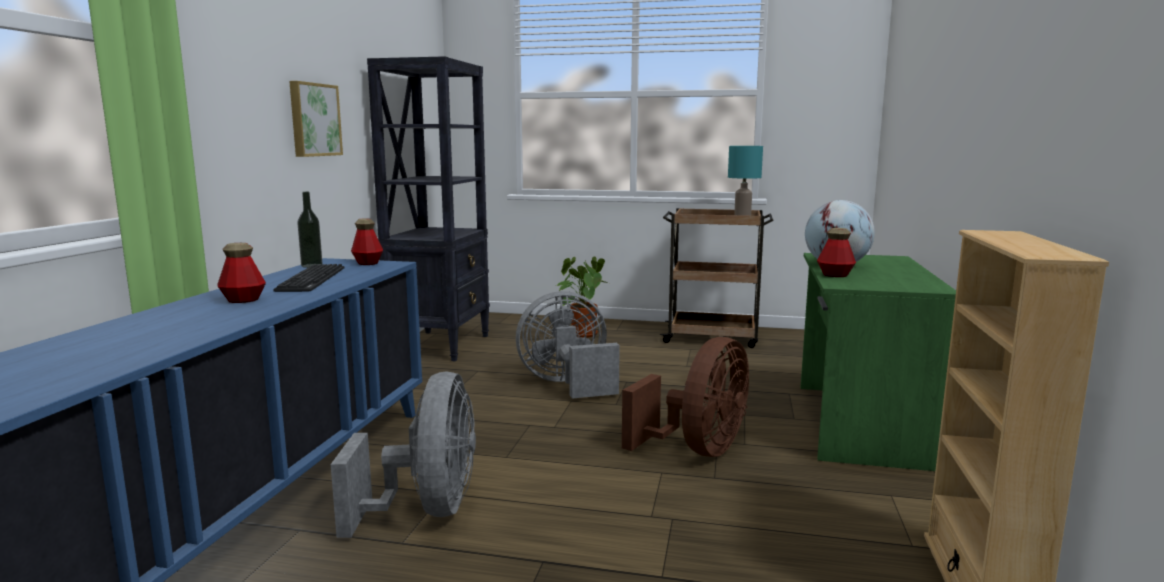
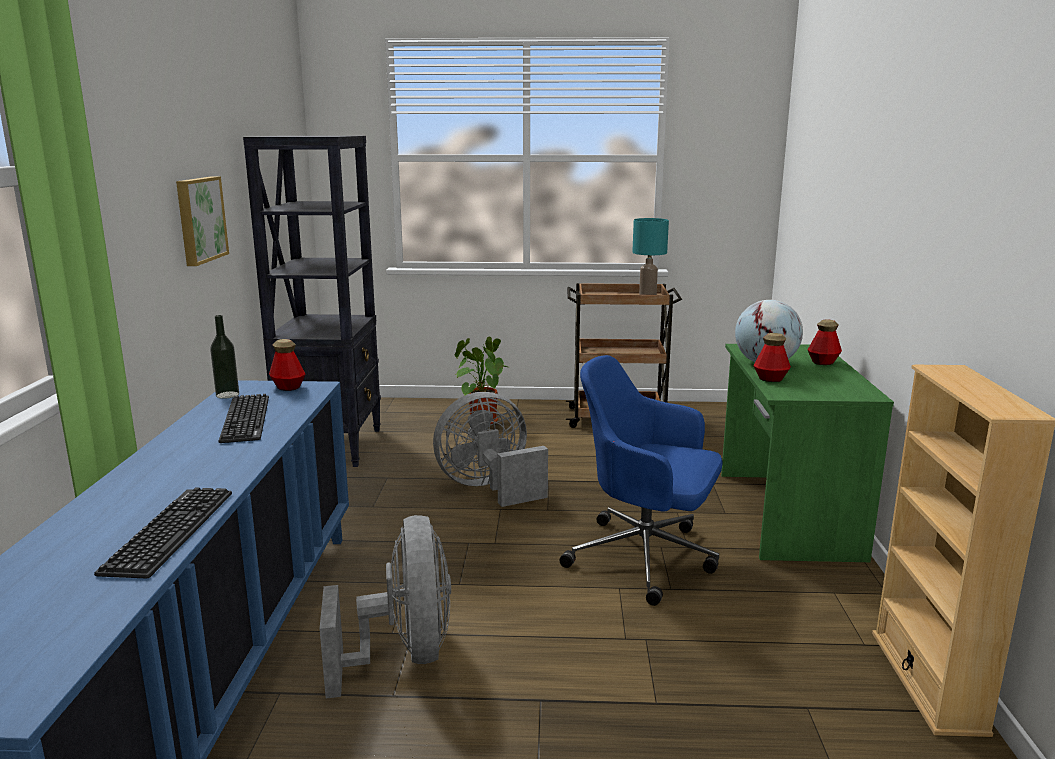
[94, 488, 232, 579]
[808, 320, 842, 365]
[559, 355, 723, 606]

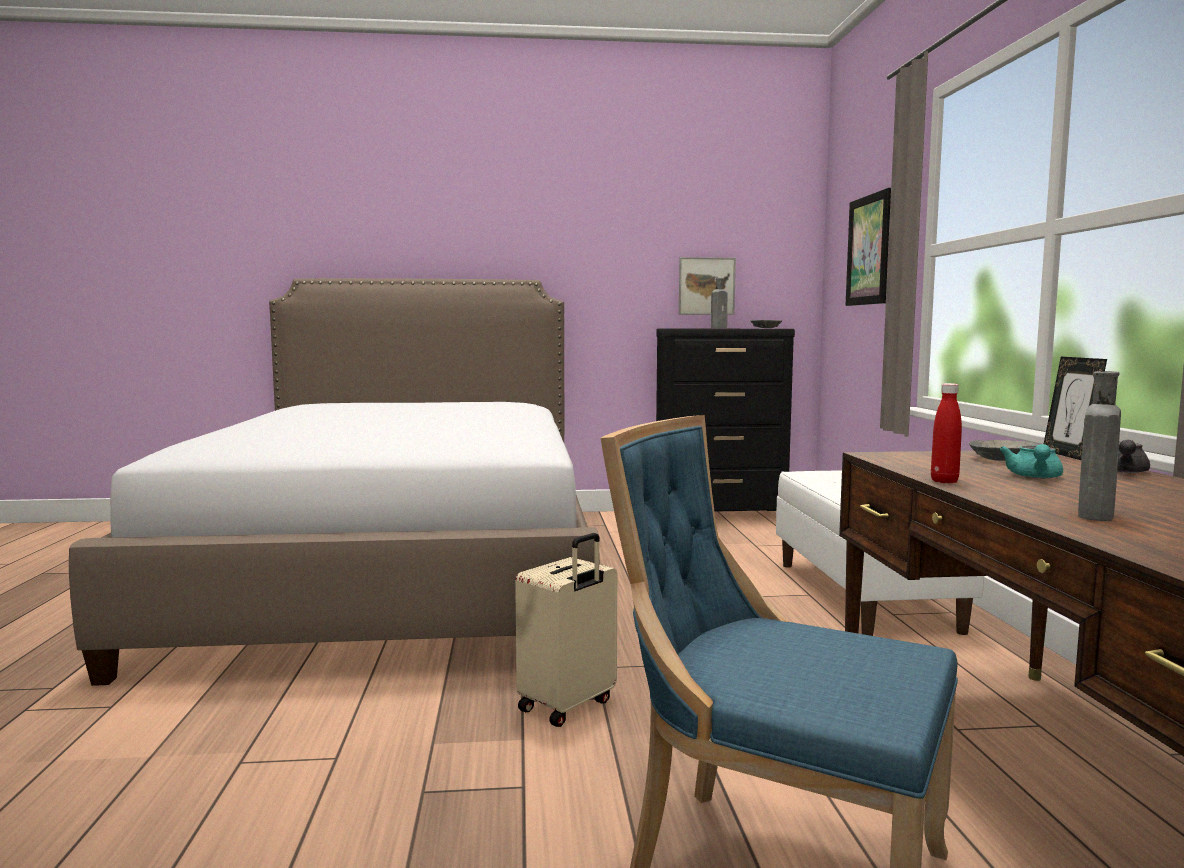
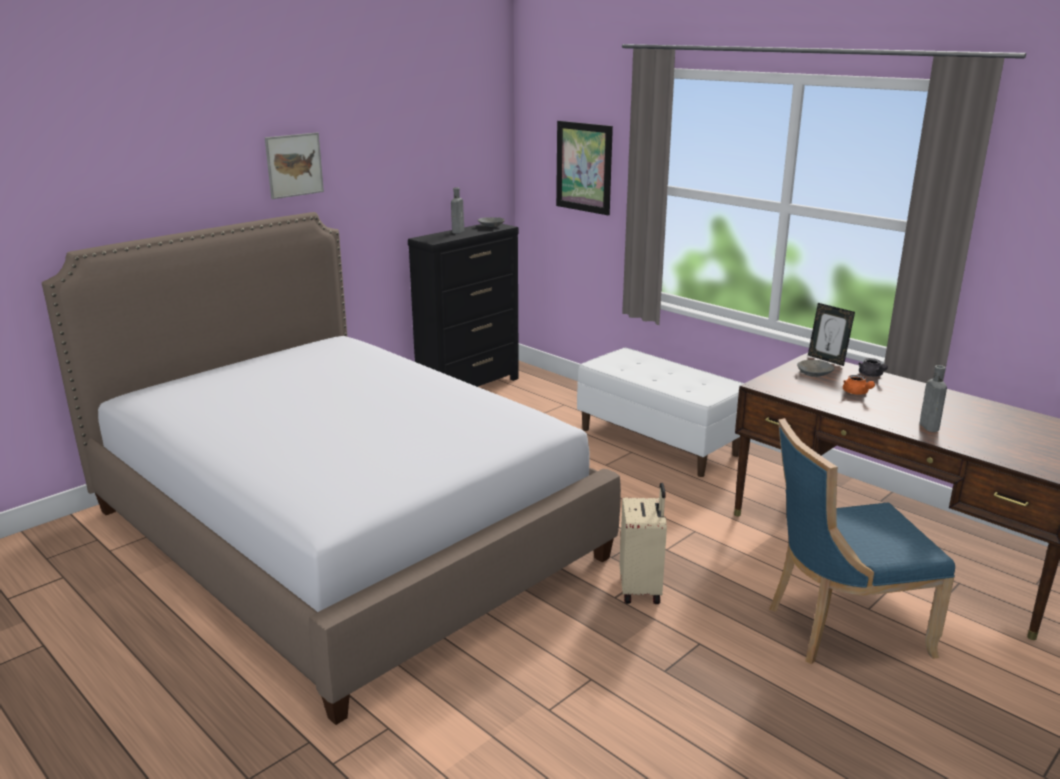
[931, 383, 962, 483] (first image)
[265, 132, 324, 199]
[843, 375, 875, 395]

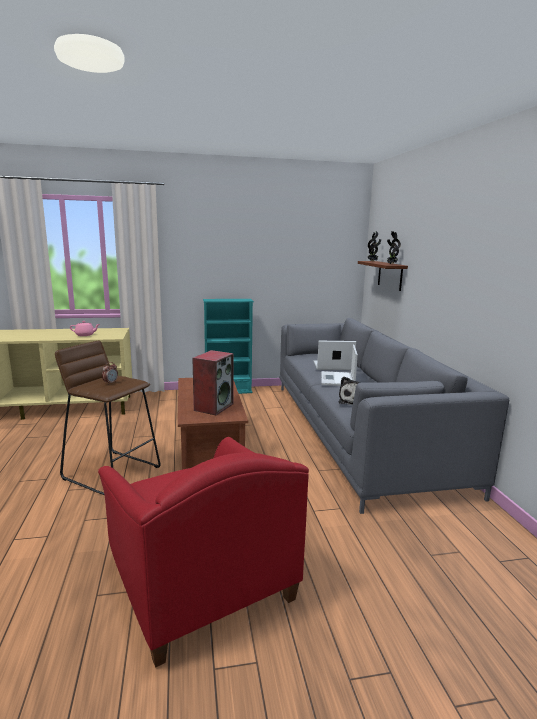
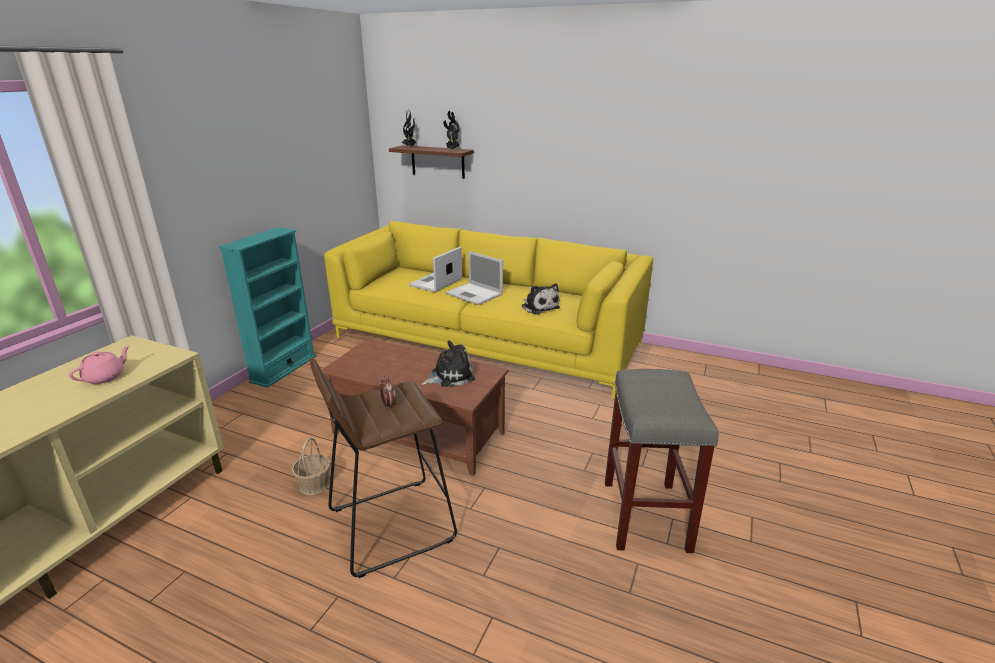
[292, 437, 331, 495]
[605, 369, 719, 553]
[421, 341, 475, 387]
[324, 221, 653, 399]

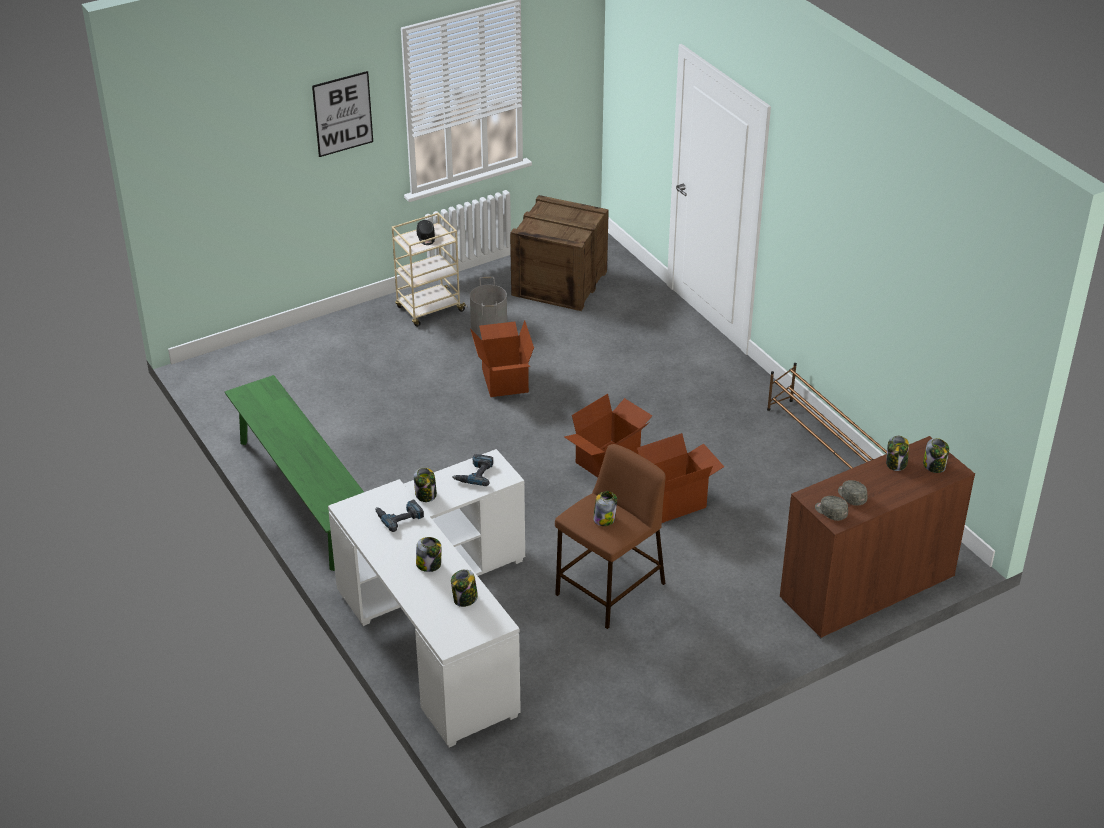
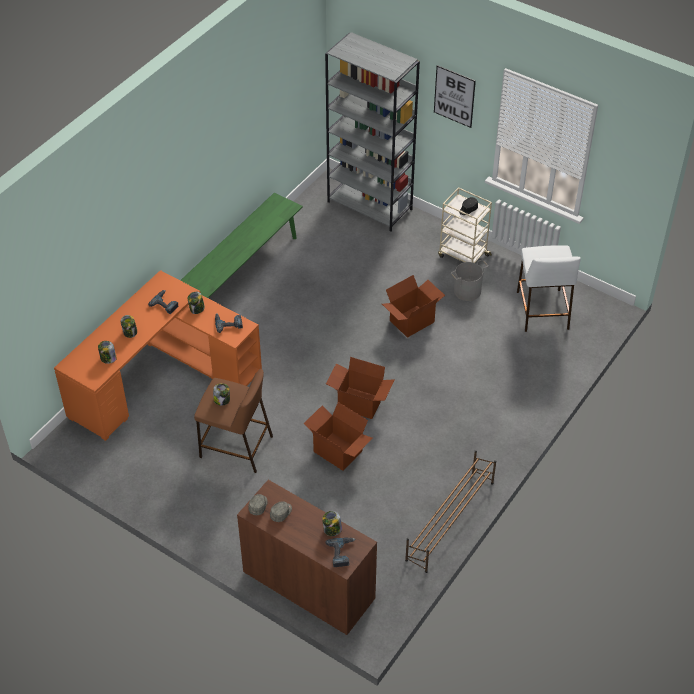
[325, 32, 420, 232]
[517, 245, 581, 332]
[325, 537, 356, 567]
[54, 270, 262, 441]

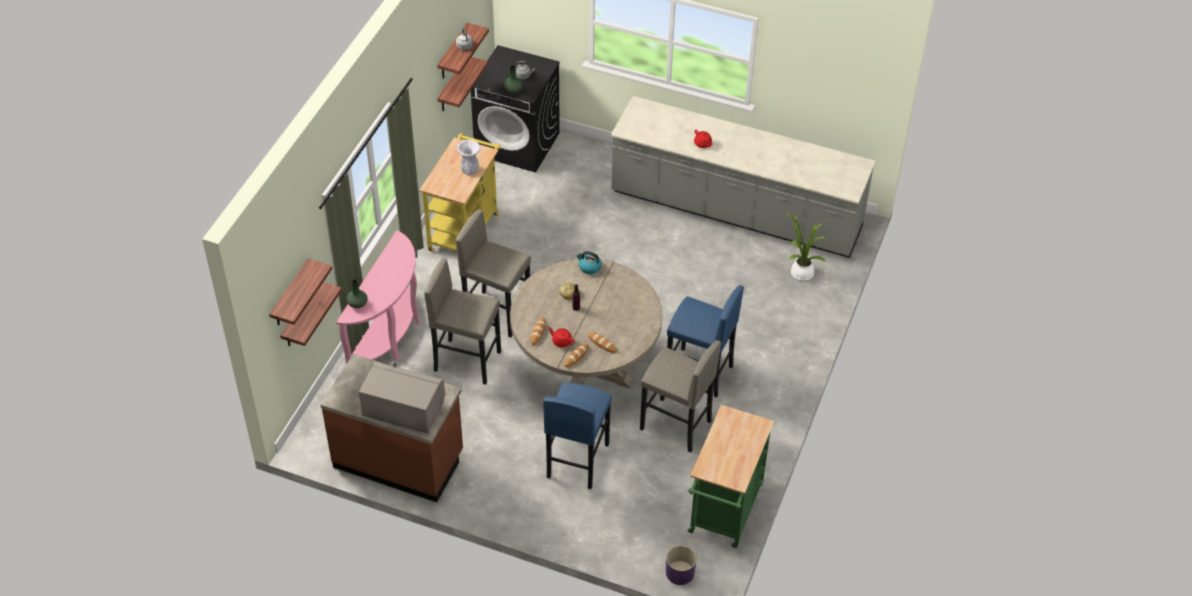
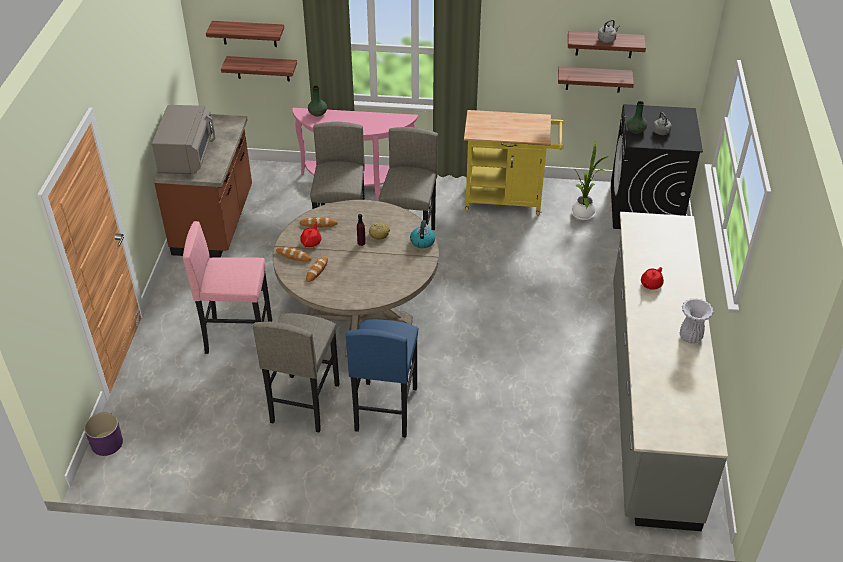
[688, 405, 774, 548] (first image)
[680, 298, 714, 344]
[571, 141, 607, 220]
[183, 221, 272, 354]

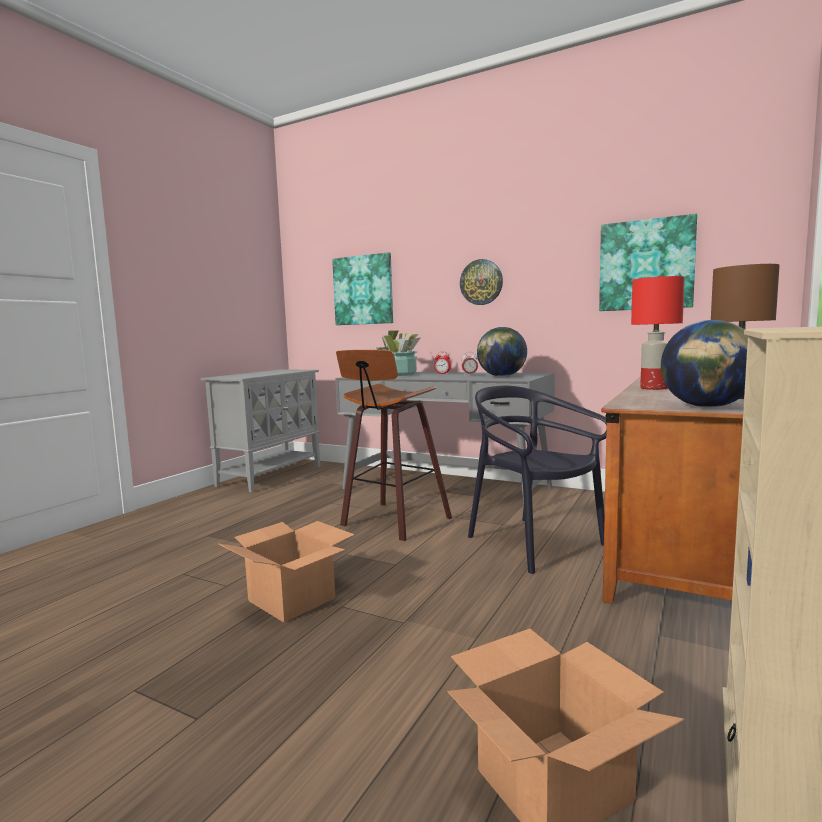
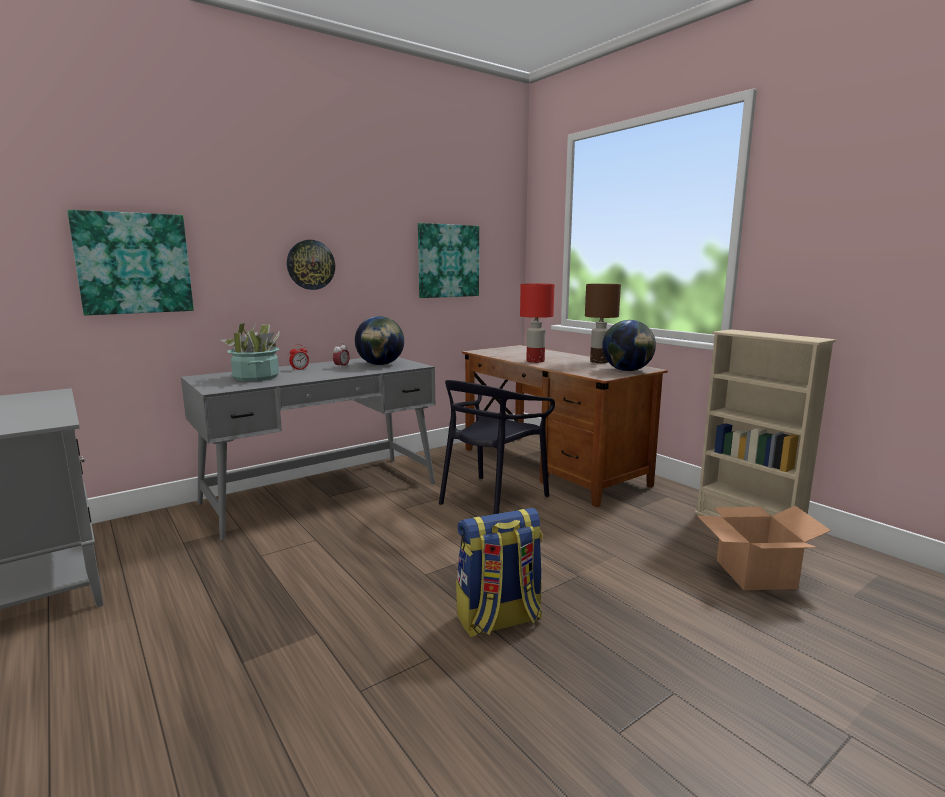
[336, 350, 452, 541] (first image)
[456, 508, 543, 637]
[439, 380, 555, 514]

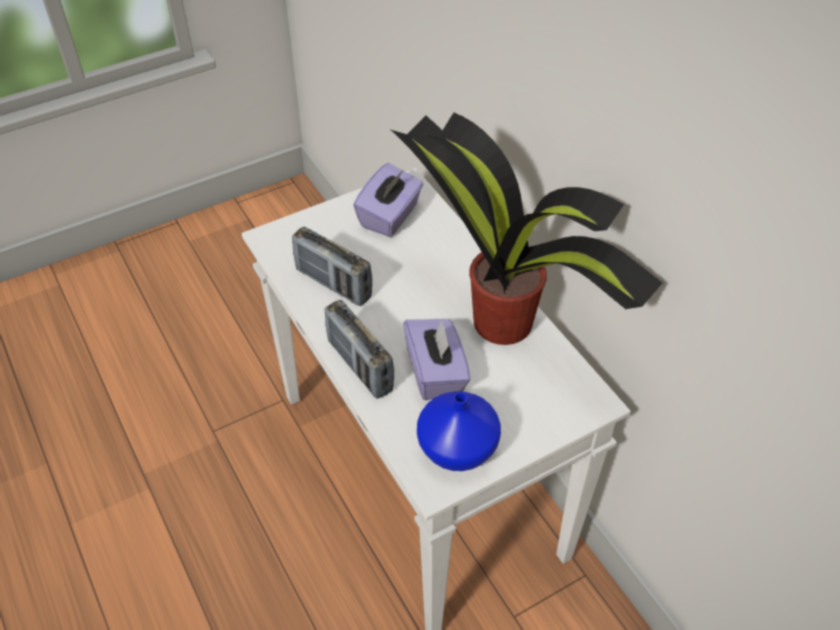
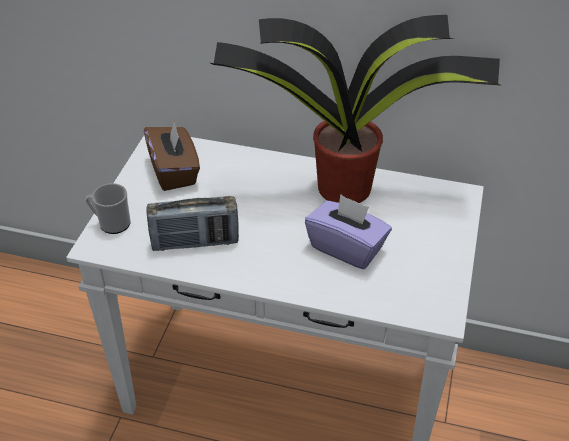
[325, 300, 394, 399] (first image)
[417, 391, 501, 471] (first image)
[85, 183, 131, 234]
[144, 120, 200, 191]

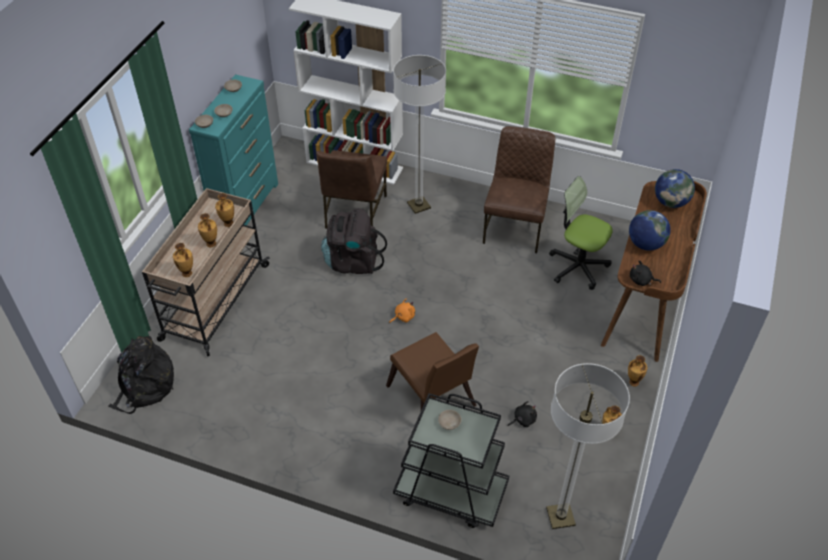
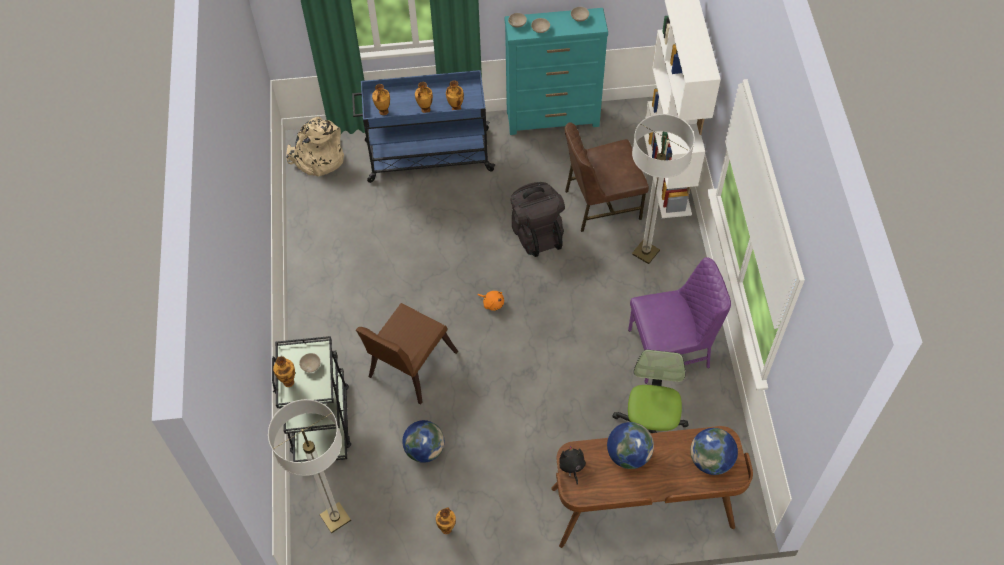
[273, 356, 295, 387]
[402, 420, 444, 463]
[286, 117, 344, 176]
[352, 70, 495, 183]
[628, 257, 731, 384]

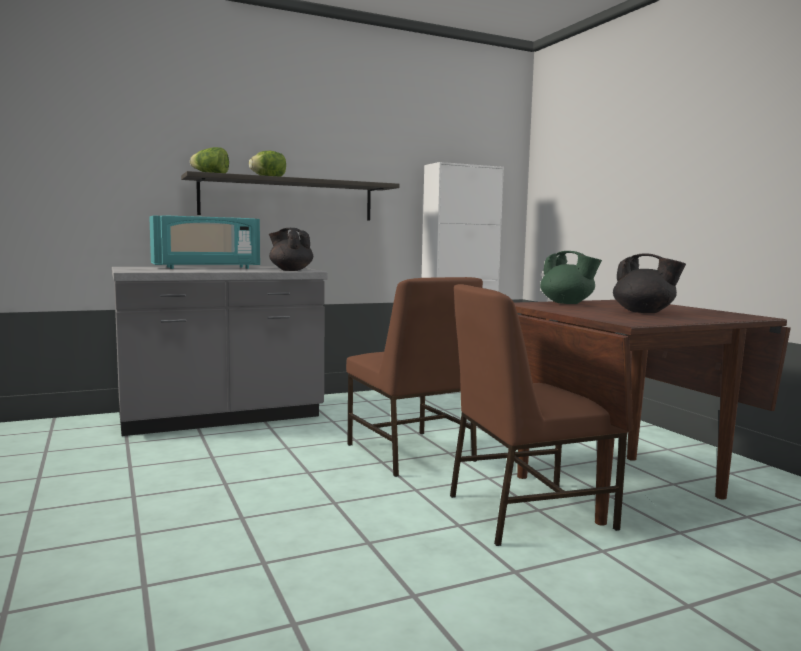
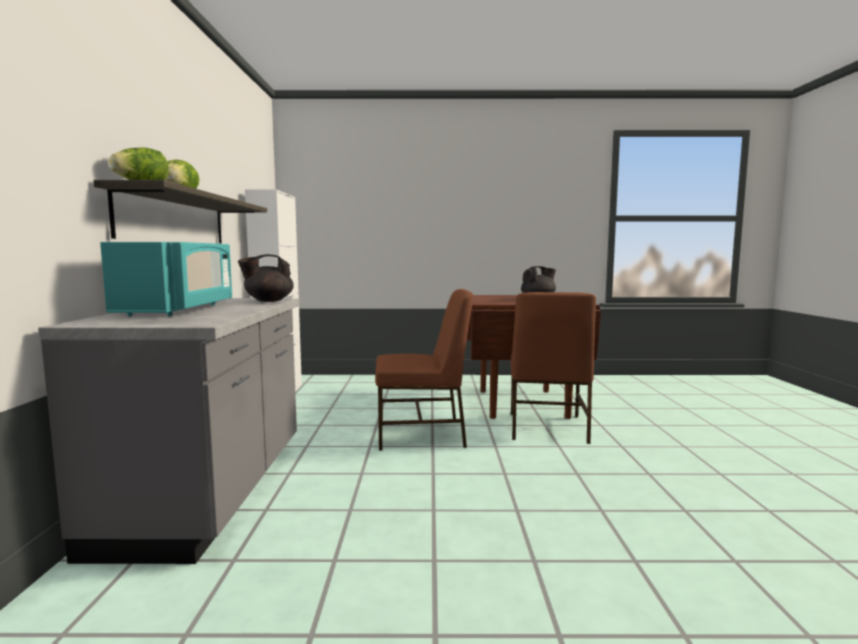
[540, 251, 602, 304] (first image)

